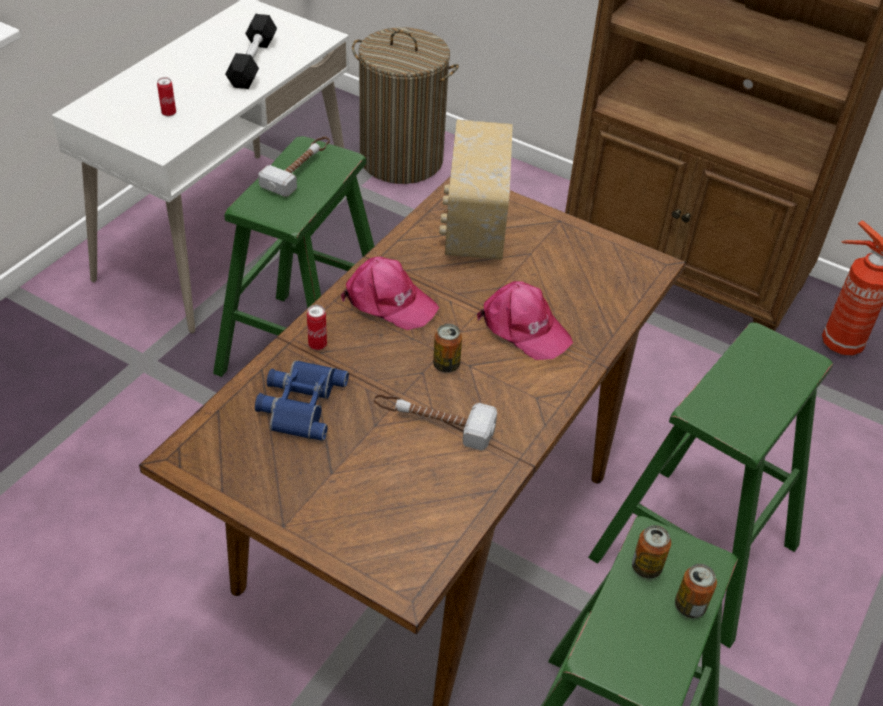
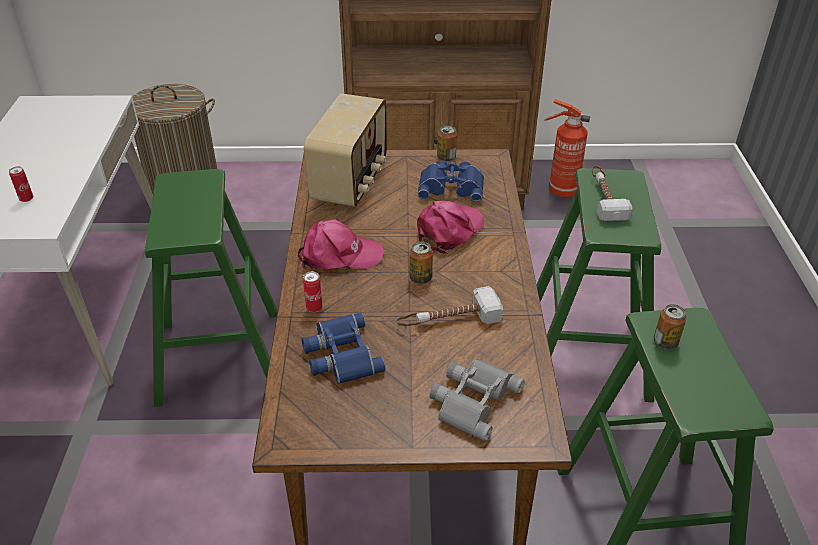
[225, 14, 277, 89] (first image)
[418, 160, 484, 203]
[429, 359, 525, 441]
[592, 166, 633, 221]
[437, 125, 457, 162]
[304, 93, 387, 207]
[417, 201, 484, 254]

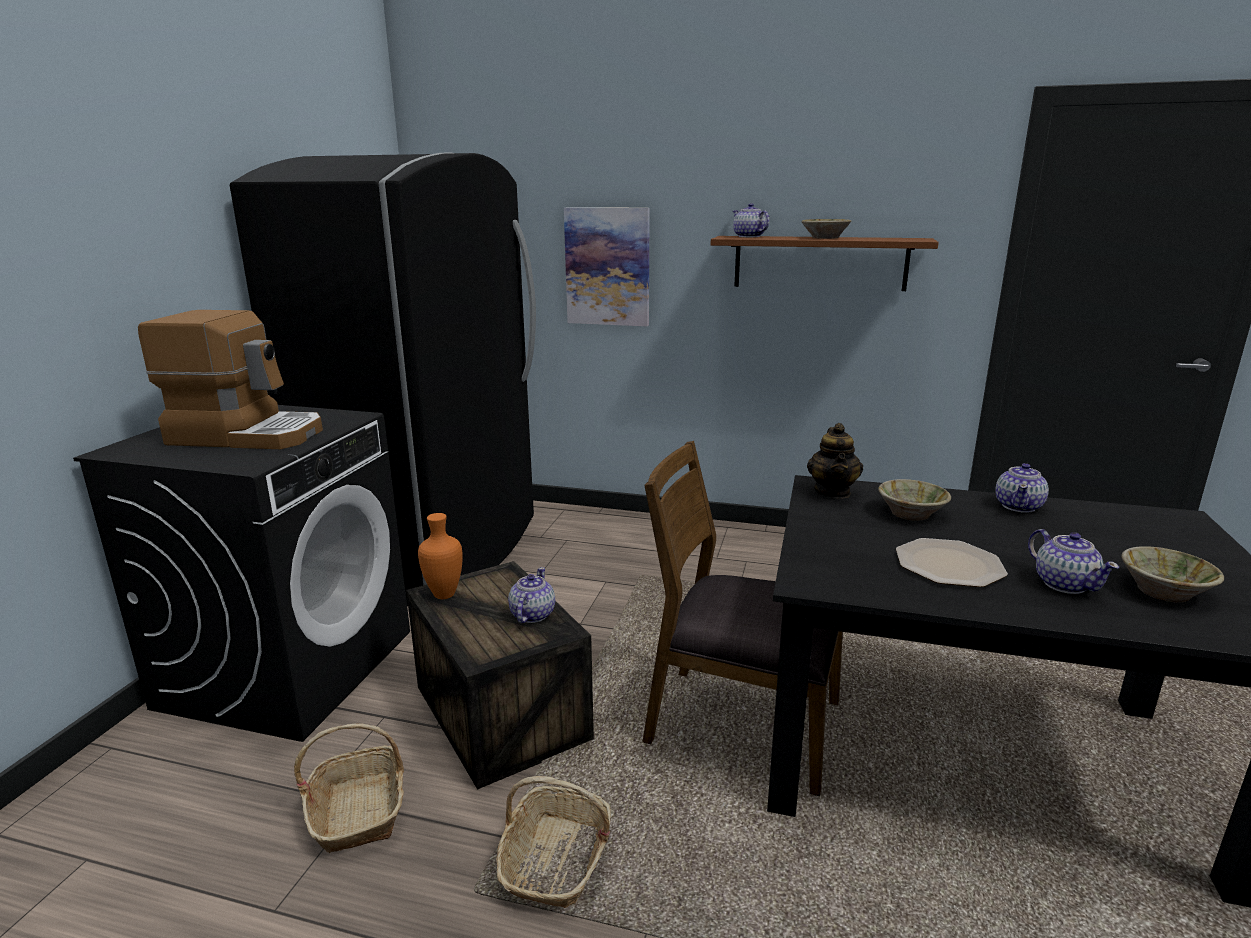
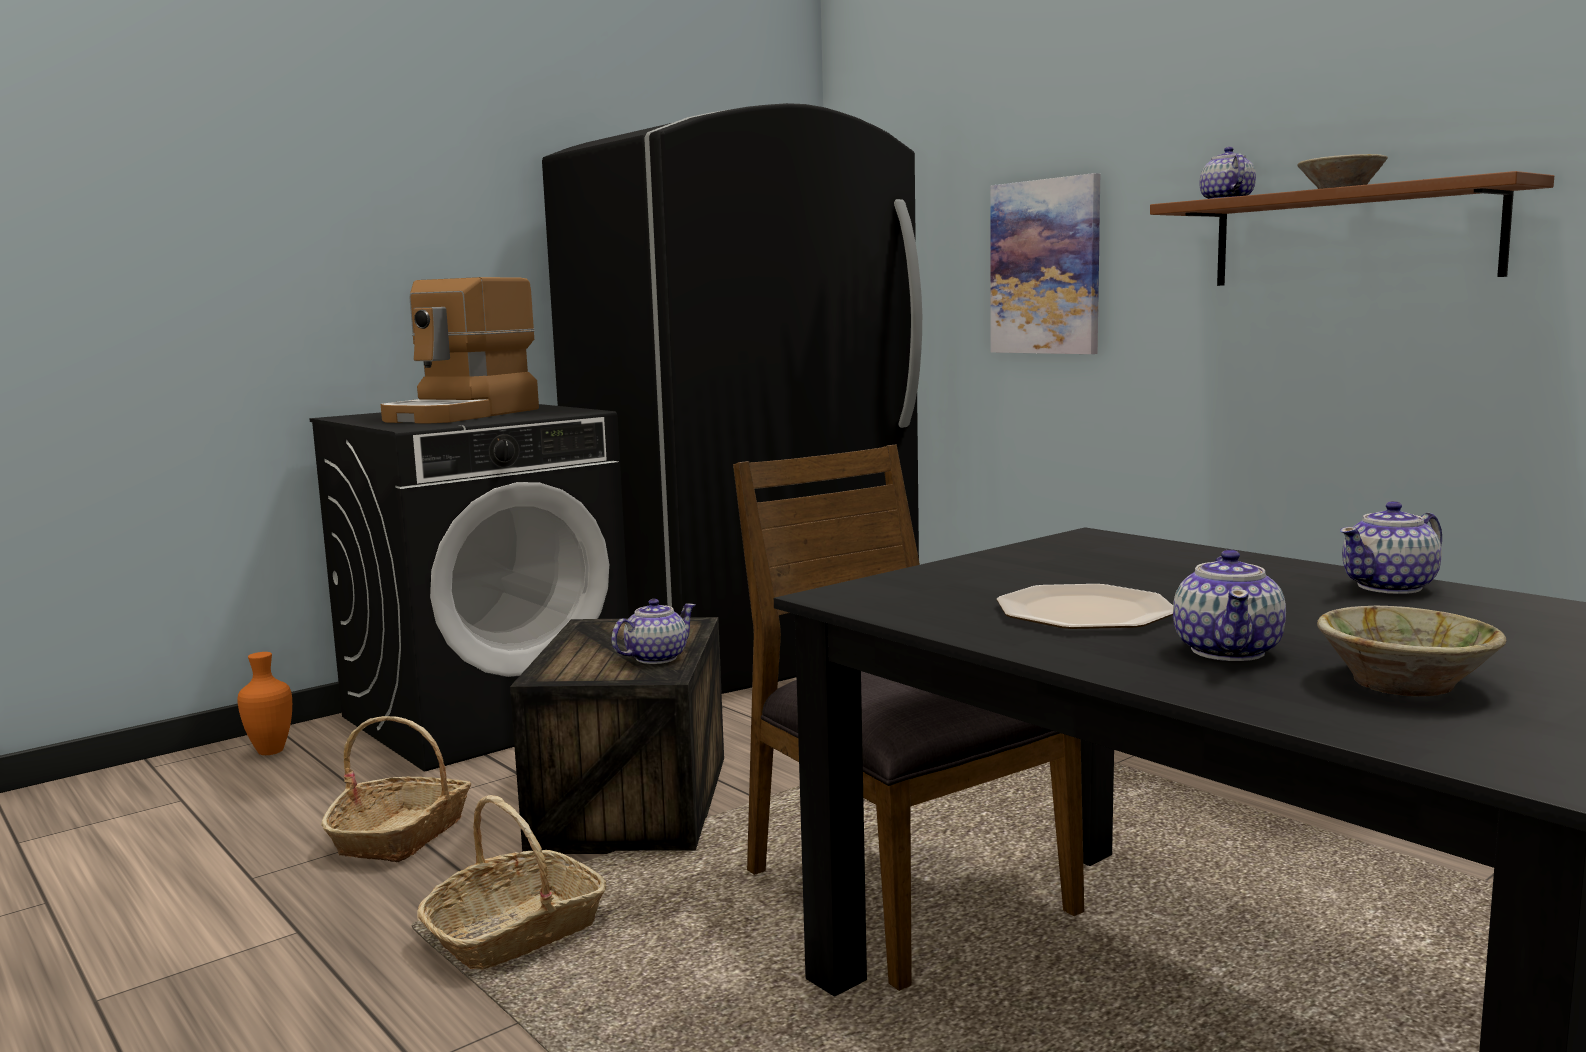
[807, 423, 863, 499] (first image)
[878, 479, 951, 521] (first image)
[237, 652, 292, 755]
[381, 277, 539, 424]

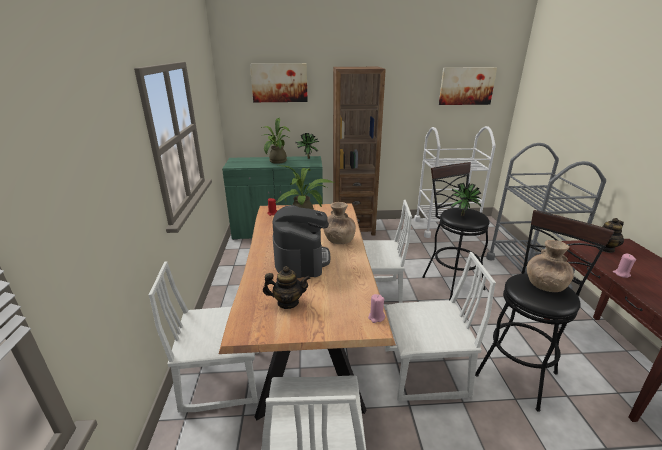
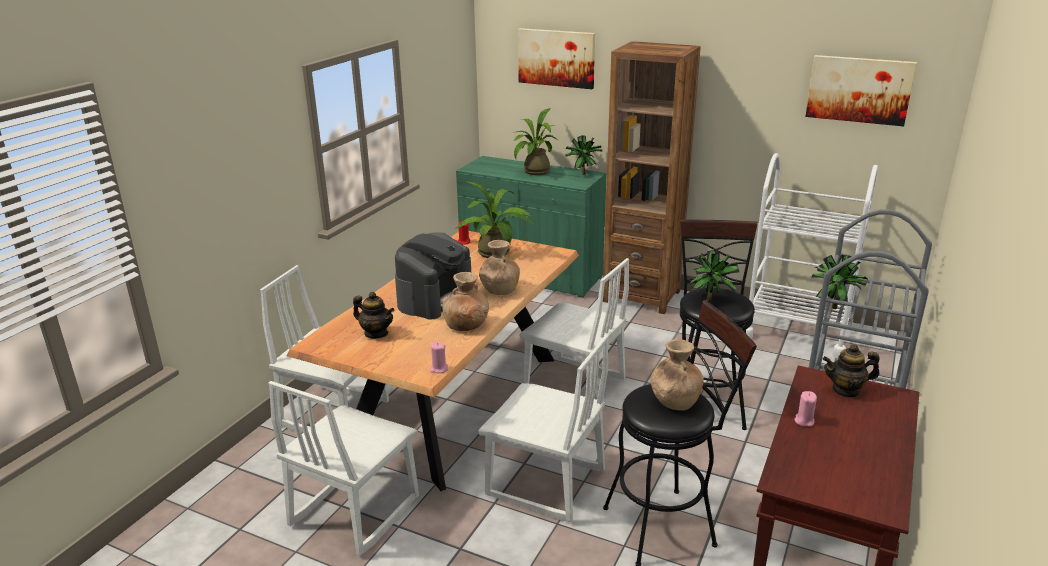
[442, 272, 489, 331]
[811, 254, 868, 309]

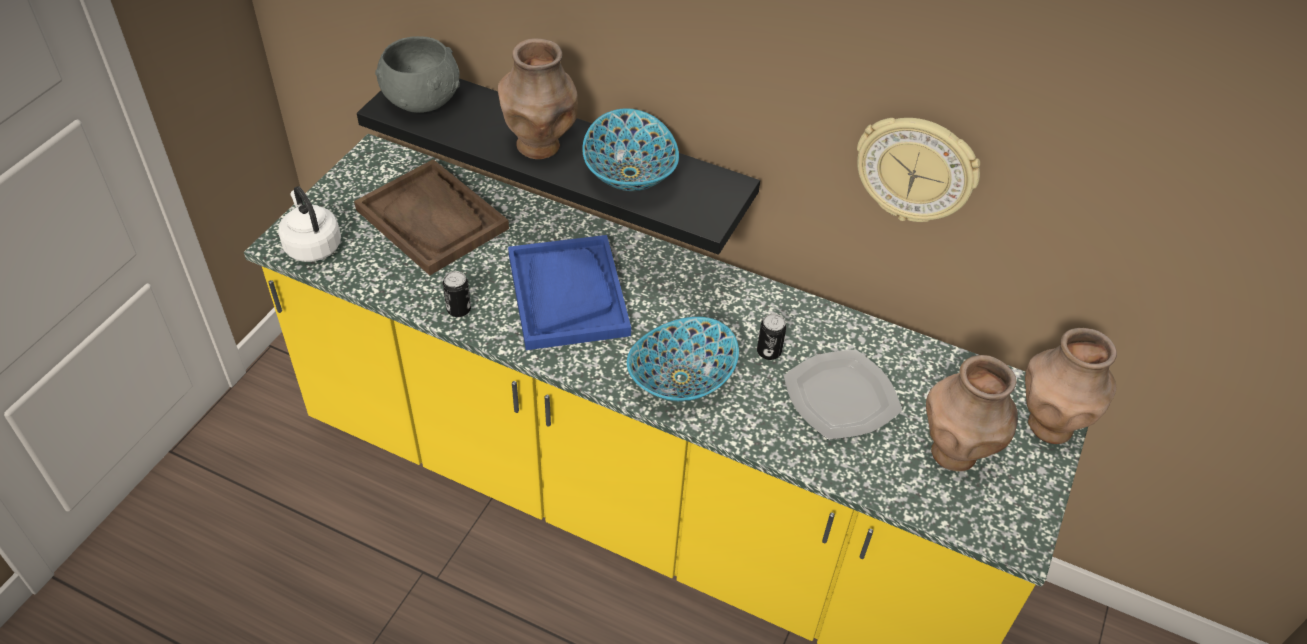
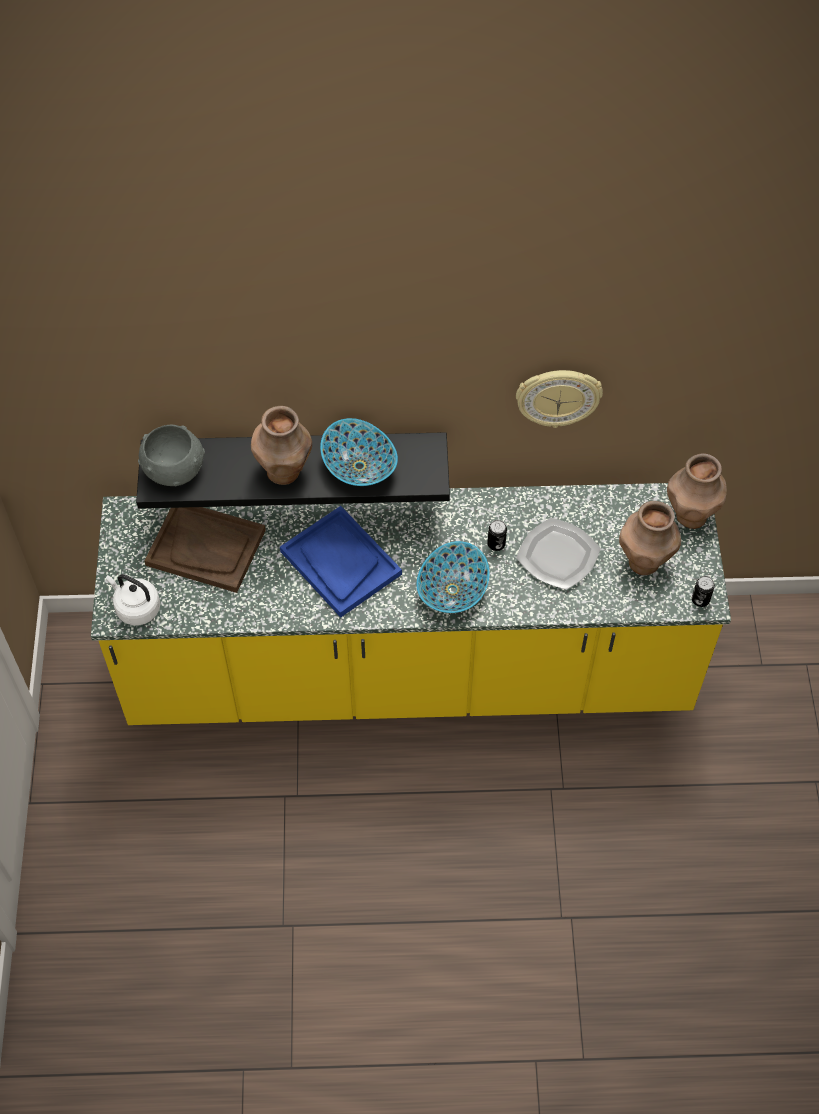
[692, 576, 715, 607]

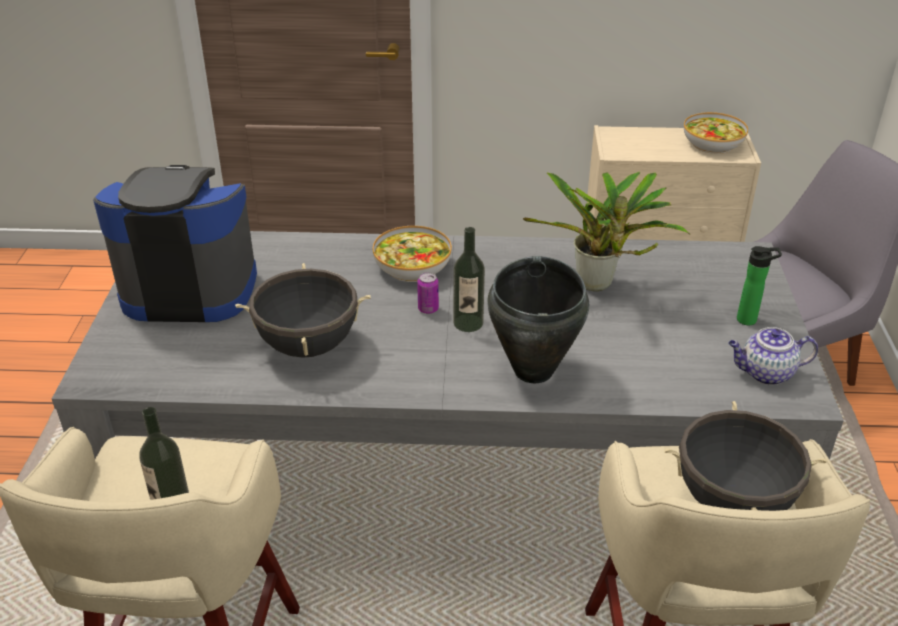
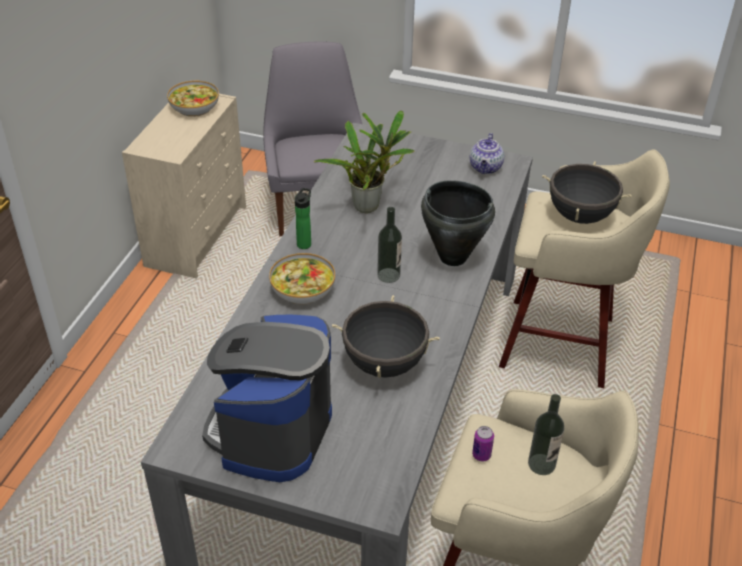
[472, 426, 494, 461]
[295, 188, 311, 249]

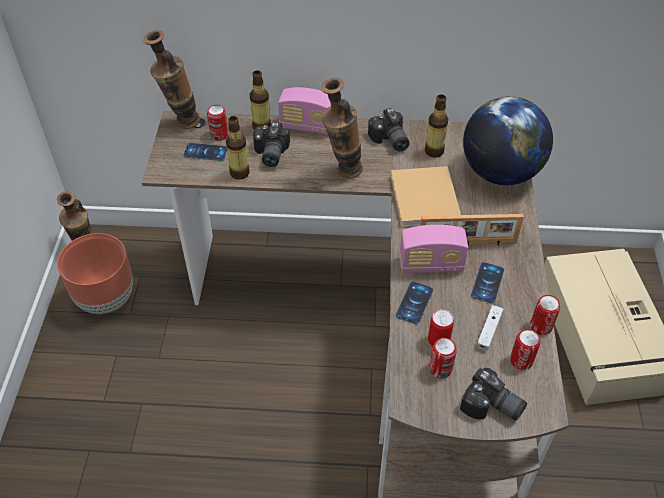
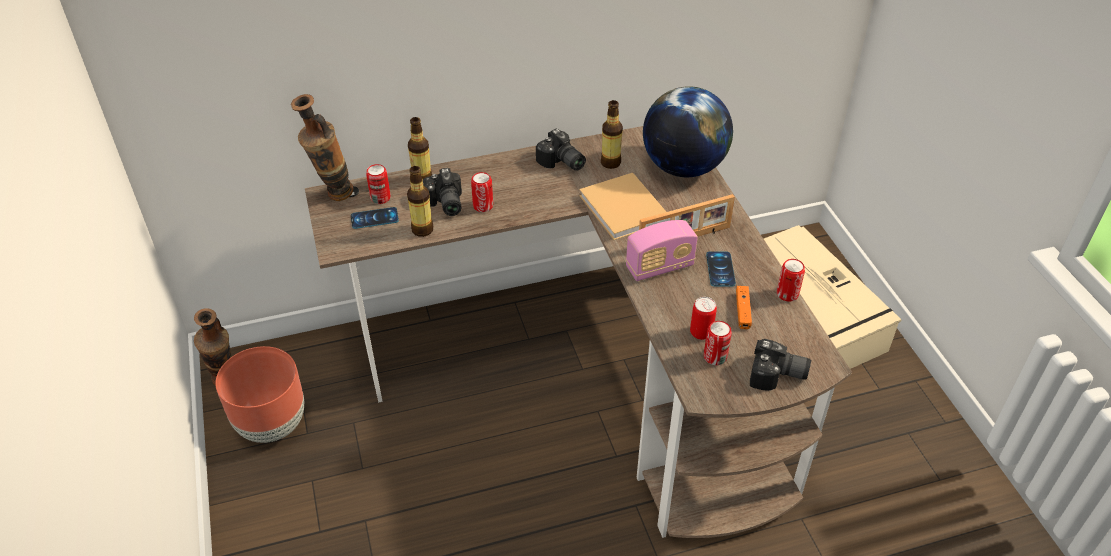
[278, 87, 331, 135] (first image)
[322, 78, 363, 179] (first image)
[396, 281, 433, 324] (first image)
[471, 172, 493, 212]
[736, 286, 752, 329]

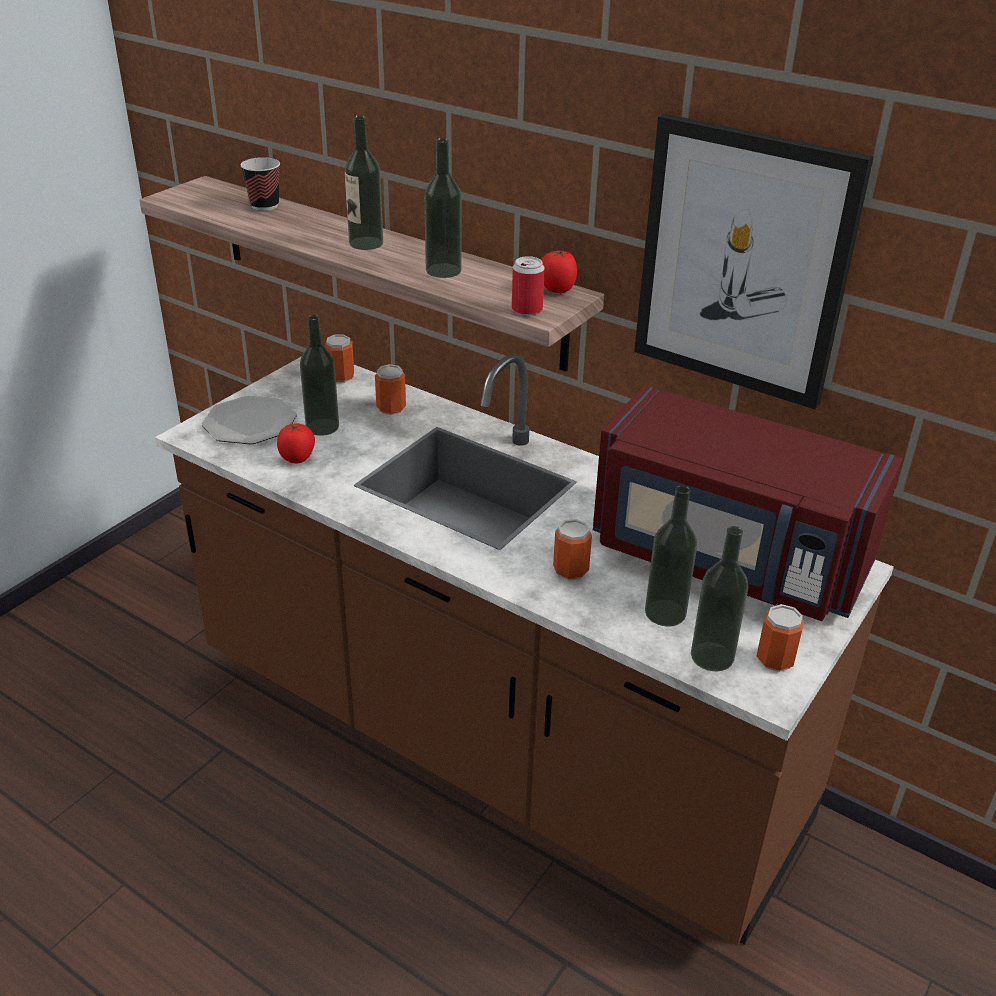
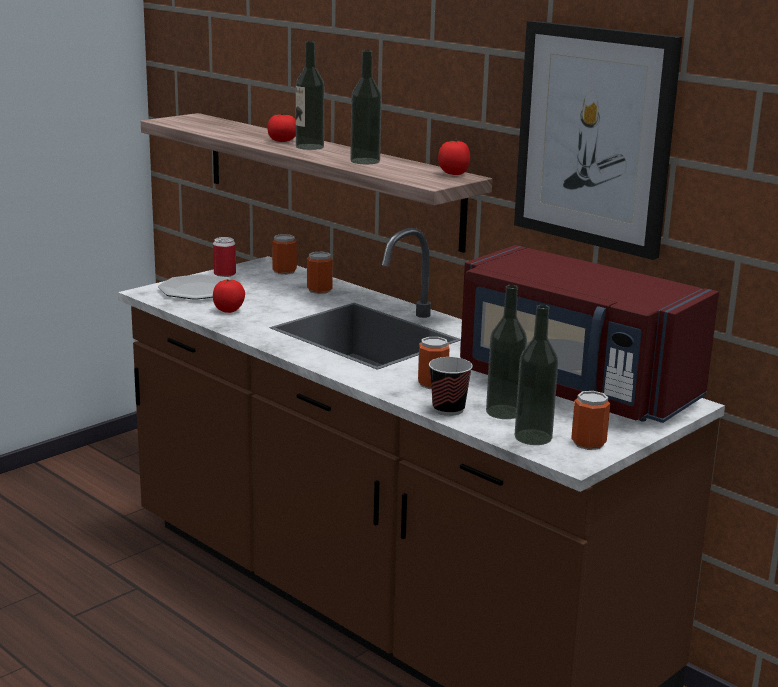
[300, 315, 339, 436] (first image)
[267, 114, 296, 142]
[429, 357, 473, 416]
[213, 237, 236, 277]

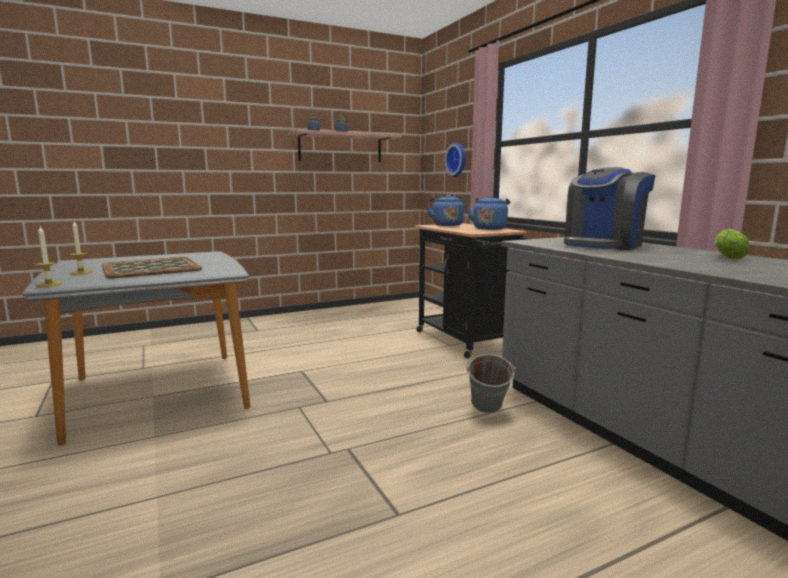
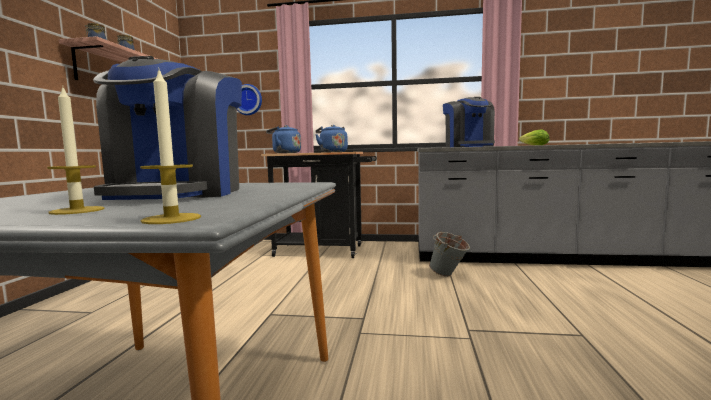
[93, 56, 242, 200]

